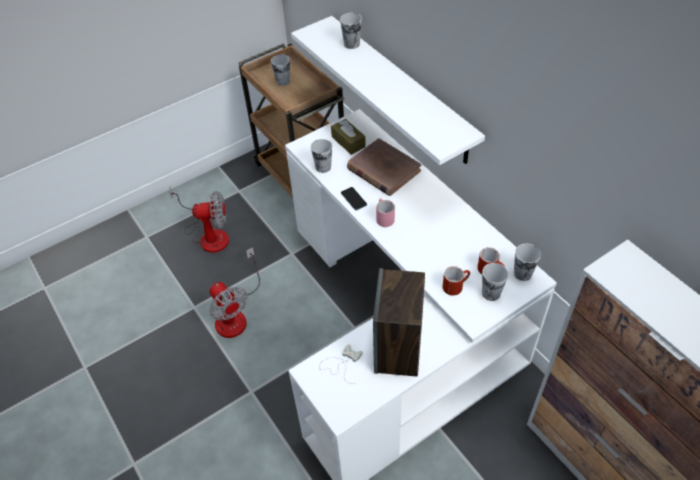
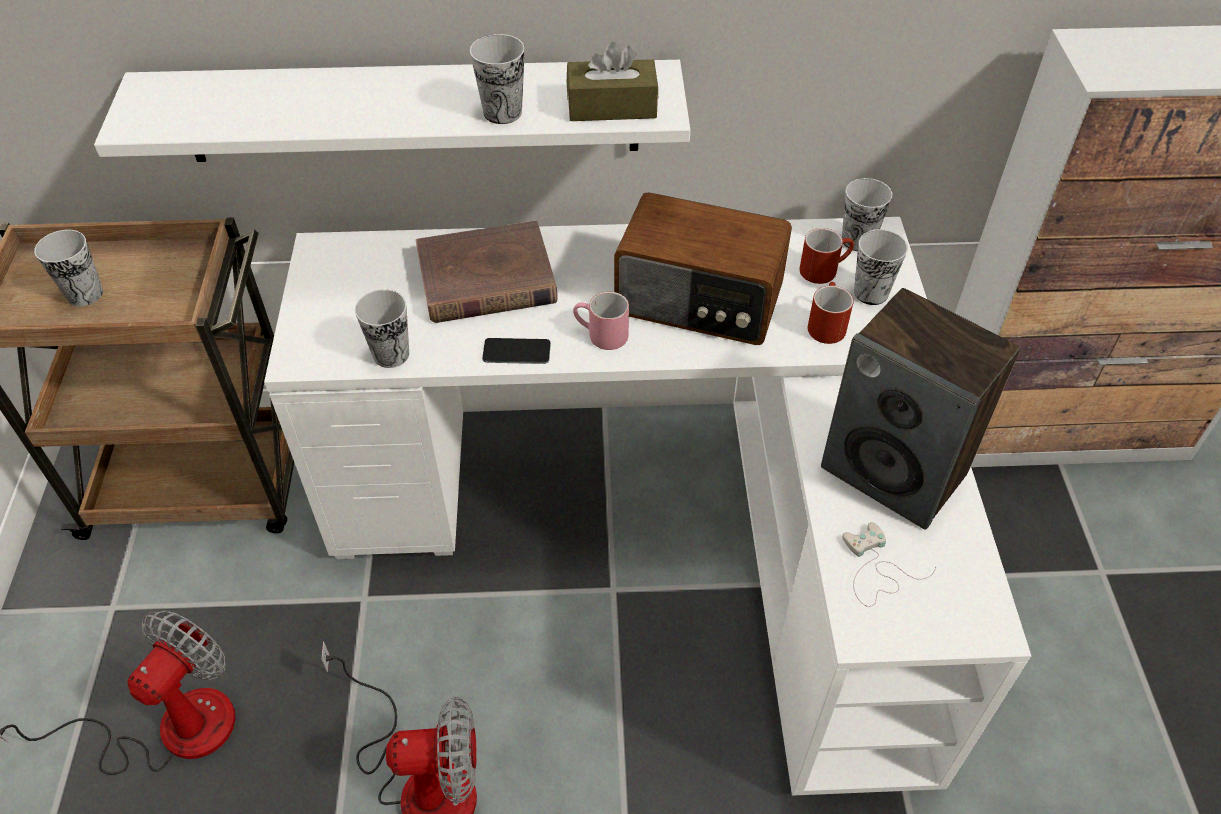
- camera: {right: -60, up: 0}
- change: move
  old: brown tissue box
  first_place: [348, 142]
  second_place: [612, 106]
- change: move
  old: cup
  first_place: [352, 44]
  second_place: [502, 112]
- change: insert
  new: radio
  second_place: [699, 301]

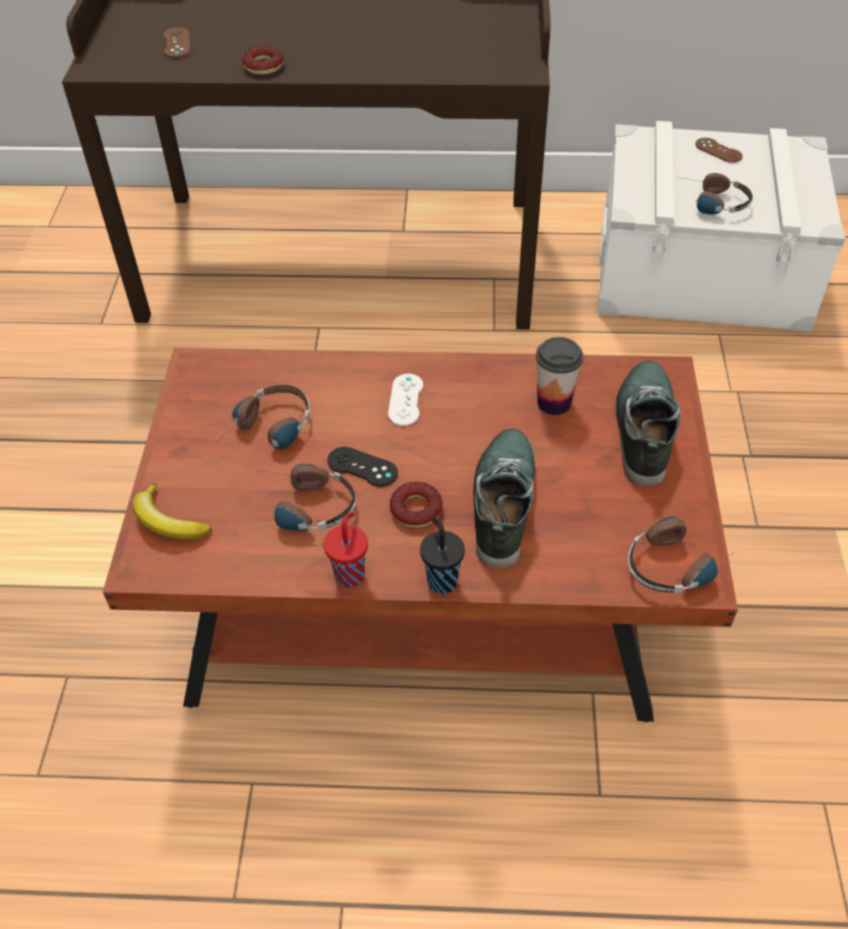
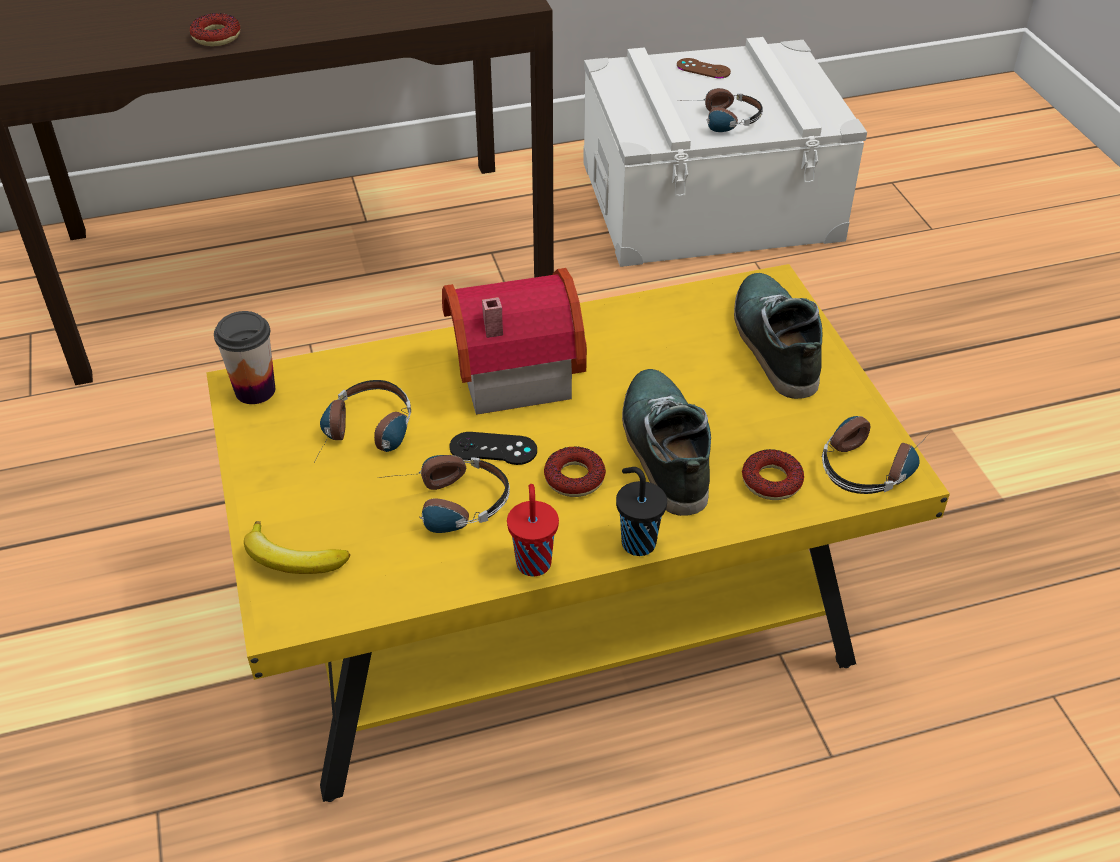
- camera: {right: -20, up: -5}
- change: recolor
  old: brown coffee table
  new: yellow coffee table
  first_place: [424, 600]
  second_place: [557, 608]
- change: delete
  old: brown game controller
  first_place: [177, 43]
- change: replace
  old: white game controller
  new: toy house
  first_place: [405, 400]
  second_place: [508, 369]
- change: move
  old: cup
  first_place: [554, 402]
  second_place: [255, 390]
- change: insert
  new: donut
  second_place: [771, 481]

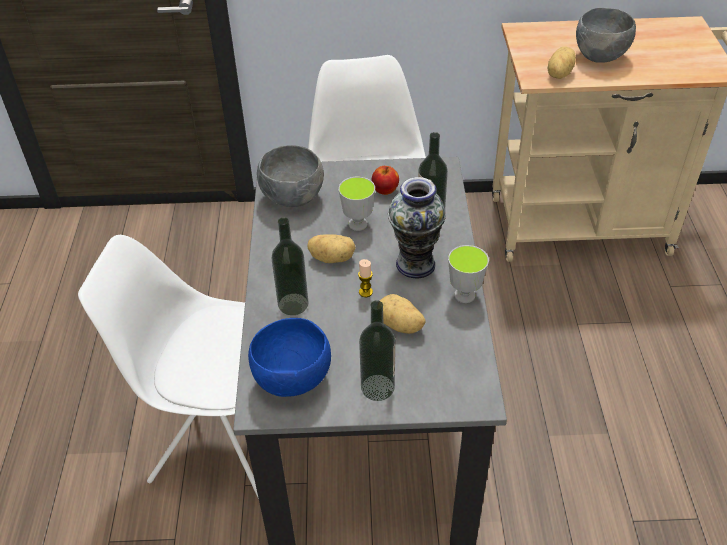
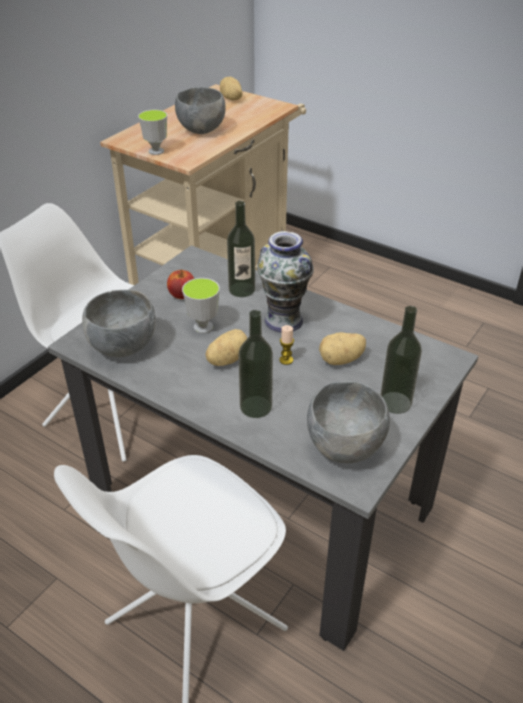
- camera: {right: -55, up: -5}
- change: recolor
  old: blue bowl
  new: grey bowl
  first_place: [294, 380]
  second_place: [345, 446]
- change: move
  old: cup
  first_place: [464, 295]
  second_place: [156, 151]
- change: move
  old: potato
  first_place: [558, 74]
  second_place: [231, 99]

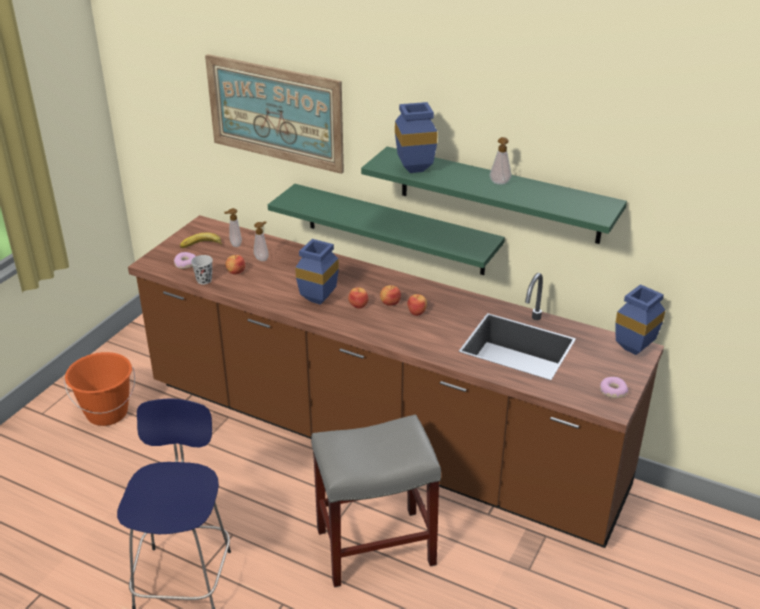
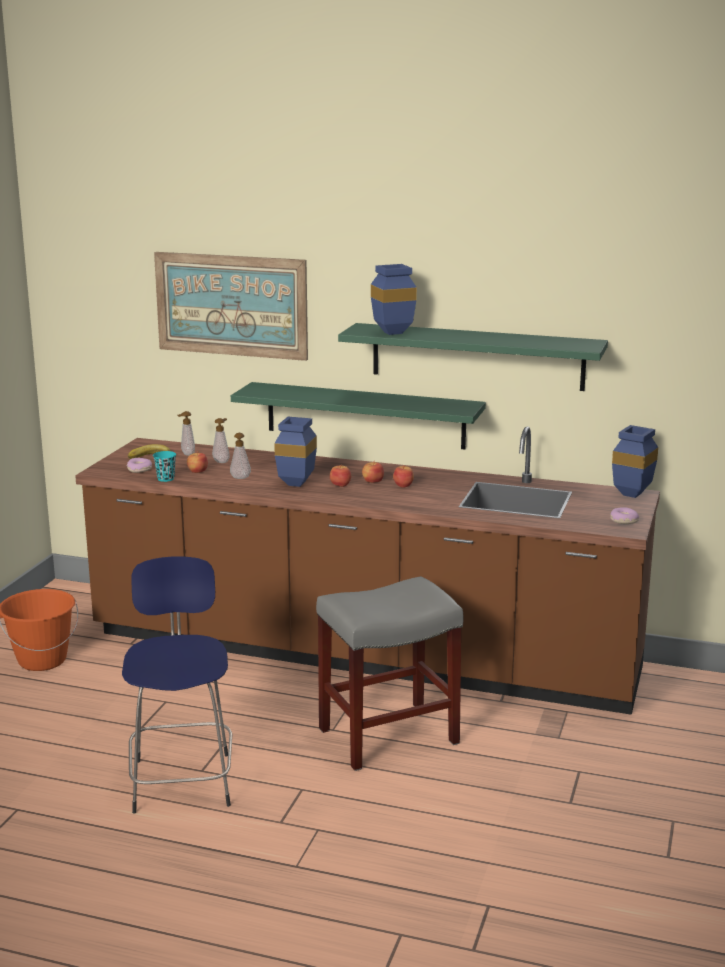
- camera: {right: -10, up: -15}
- change: recolor
  old: black cup
  new: turquoise cup
  first_place: [204, 280]
  second_place: [165, 479]
- change: move
  old: soap dispenser
  first_place: [499, 183]
  second_place: [240, 478]

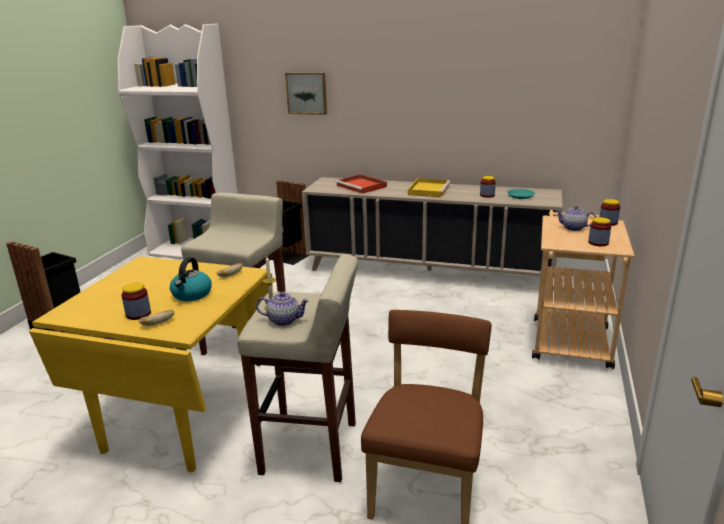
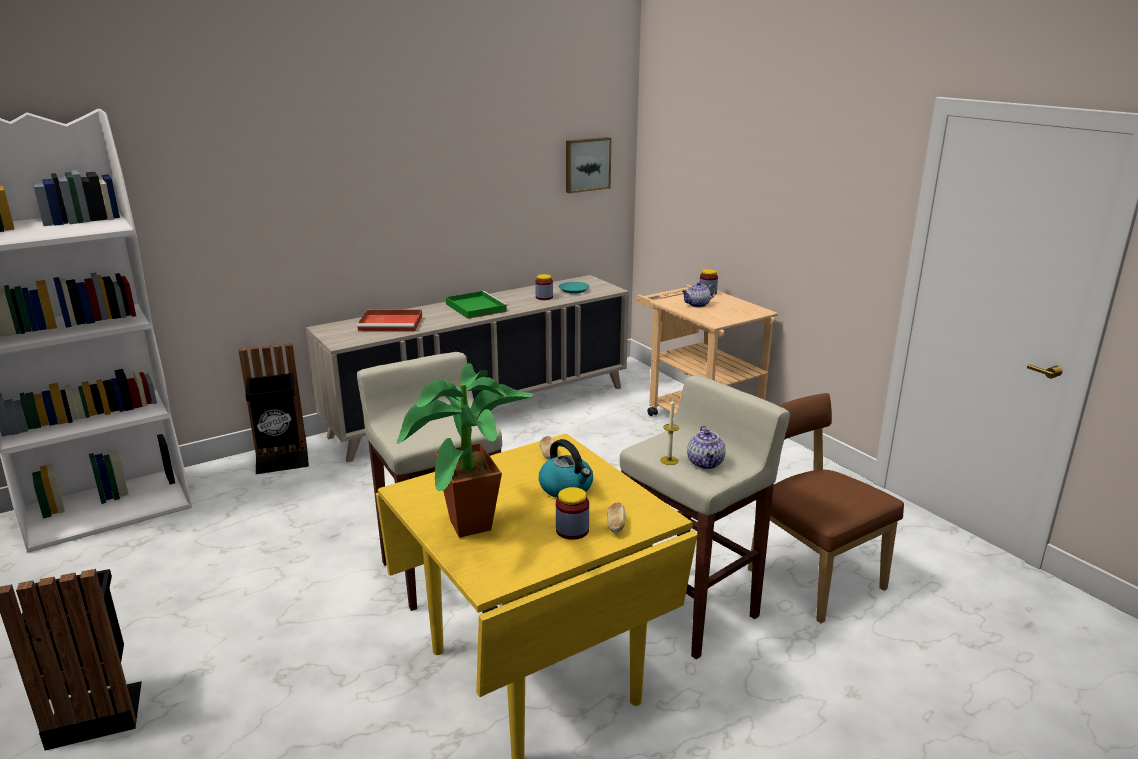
- camera: {right: -50, up: 0}
- change: rotate
  old: teapot
  first_place: [284, 320]
  second_place: [706, 463]
  degrees: 135
- change: move
  old: picture
  first_place: [307, 93]
  second_place: [586, 164]
- change: recolor
  old: yellow tray
  new: green tray
  first_place: [428, 190]
  second_place: [475, 307]
- change: delete
  old: jar
  first_place: [598, 243]
- change: insert
  new: potted plant
  second_place: [468, 531]

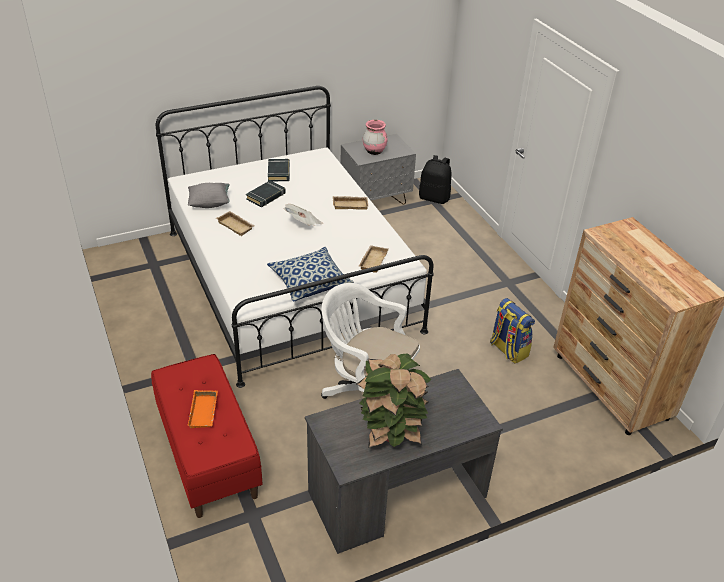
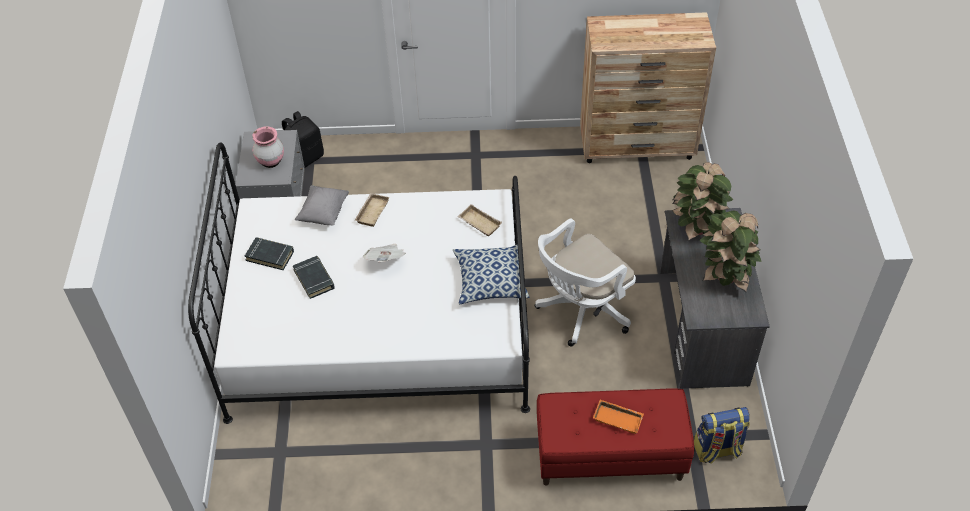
- camera: {right: -65, up: 10}
- change: move
  old: grey pillow
  first_place: [210, 203]
  second_place: [324, 213]
- change: delete
  old: beige tray
  first_place: [236, 225]
- change: move
  old: backpack
  first_place: [508, 350]
  second_place: [717, 450]
- change: insert
  new: potted plant
  second_place: [697, 229]

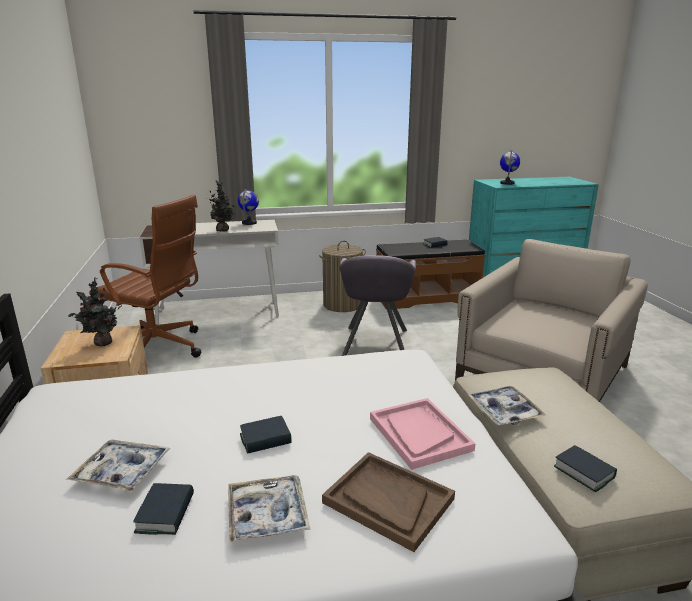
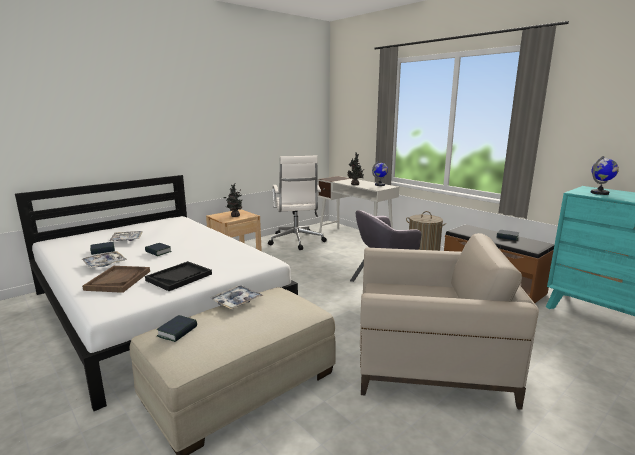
- camera: {right: 60, up: -5}
- change: recolor
  old: brown office chair
  new: white office chair
  first_place: [158, 350]
  second_place: [296, 241]
- change: recolor
  old: pink tray
  new: black tray
  first_place: [419, 434]
  second_place: [179, 277]

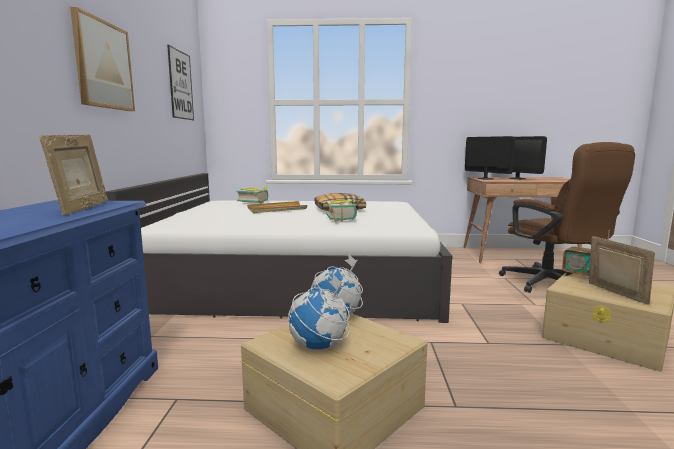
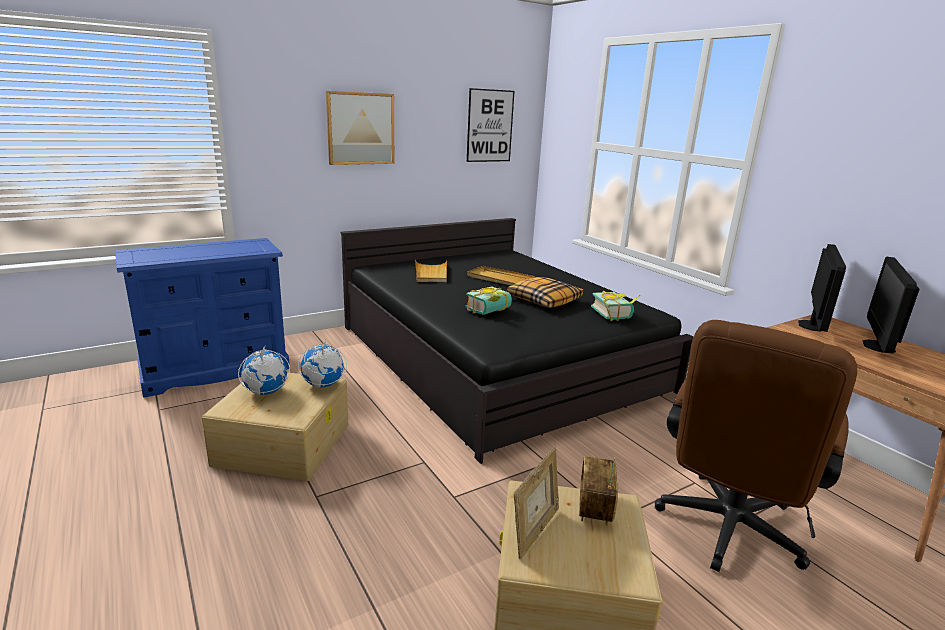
- camera: {right: 55, up: 10}
- change: delete
  old: picture frame
  first_place: [82, 209]
- change: recolor
  old: white bed
  new: black bed
  first_place: [296, 278]
  second_place: [496, 357]
- change: move
  old: book
  first_place: [254, 202]
  second_place: [615, 314]
- change: insert
  new: beige tray
  second_place: [431, 273]

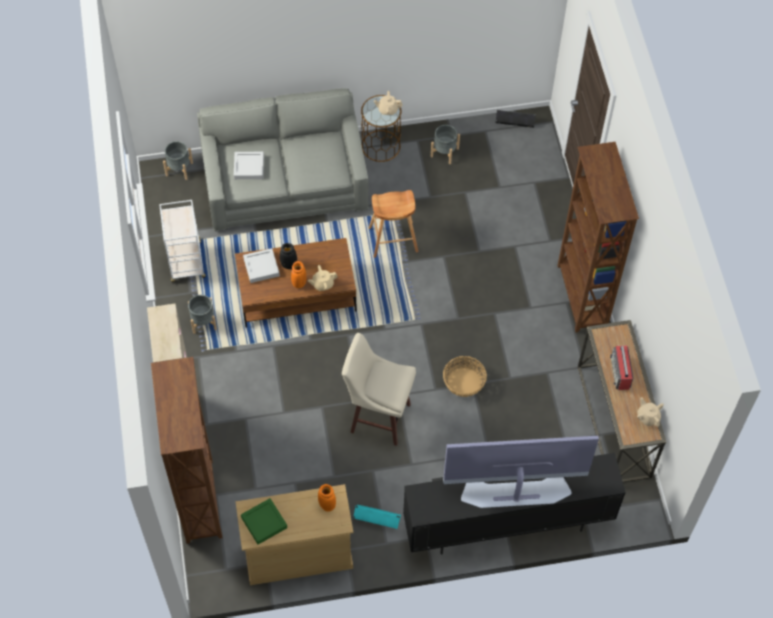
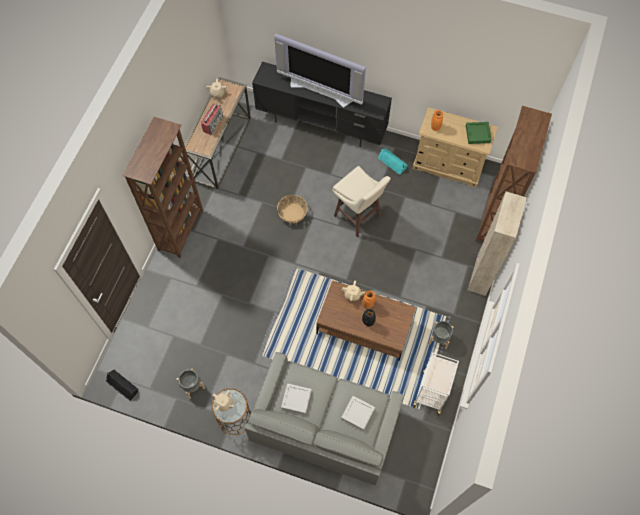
- camera: {right: -150, up: 5}
- change: delete
  old: grey planter
  first_place: [179, 169]
- change: move
  old: grey tray
  first_place: [261, 267]
  second_place: [296, 399]
- change: delete
  old: brown stool
  first_place: [393, 239]

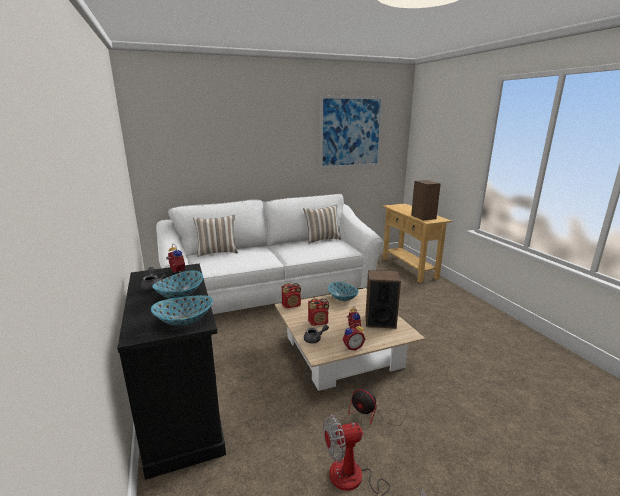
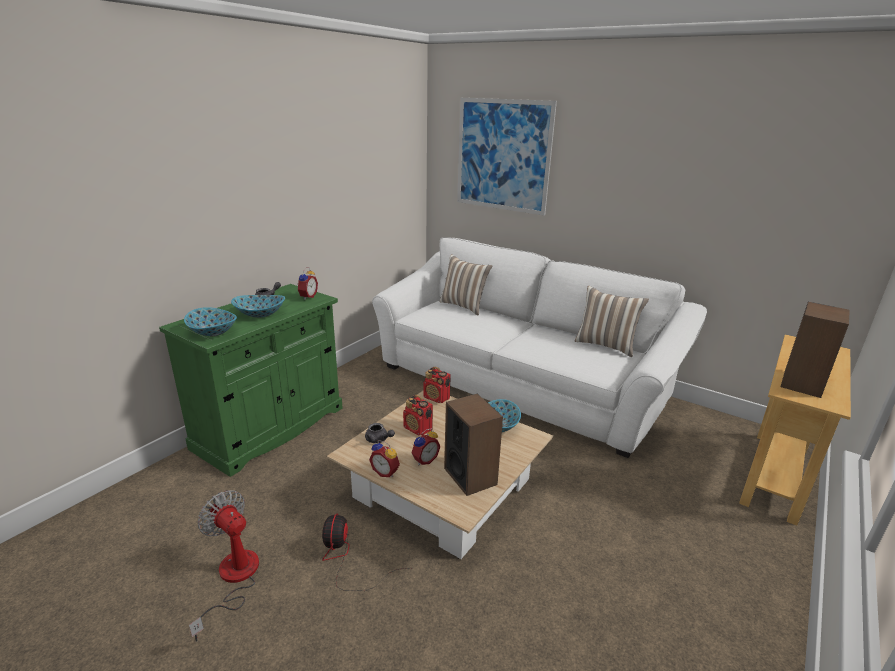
- camera: {right: 55, up: 5}
- change: recolor
  old: black cabinet
  new: green cabinet
  first_place: [183, 409]
  second_place: [270, 428]
- change: move
  old: picture
  first_place: [351, 132]
  second_place: [503, 155]

